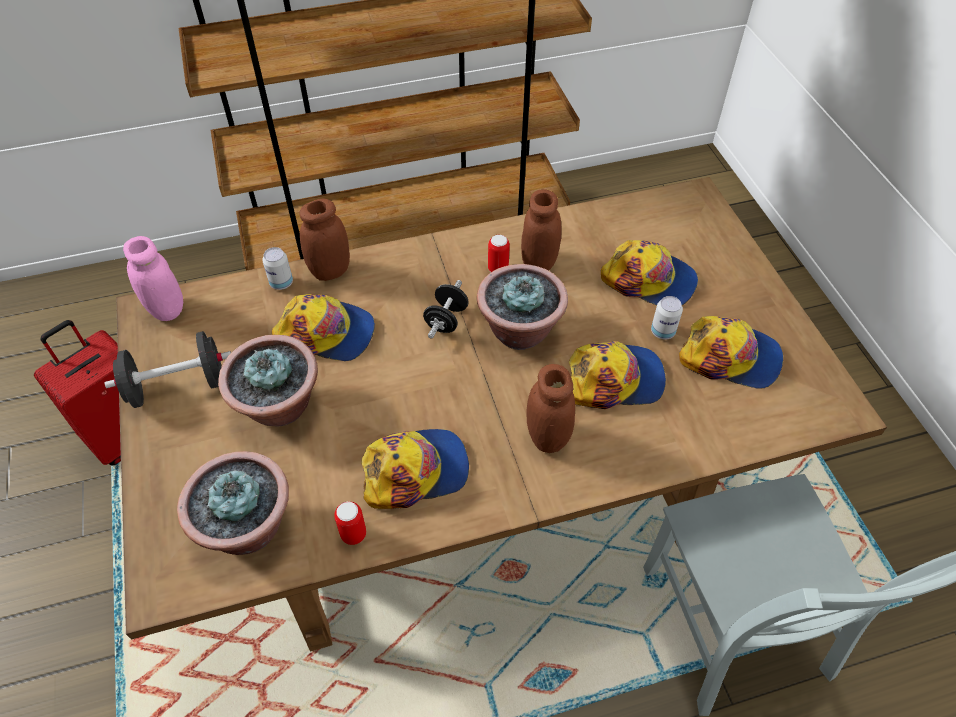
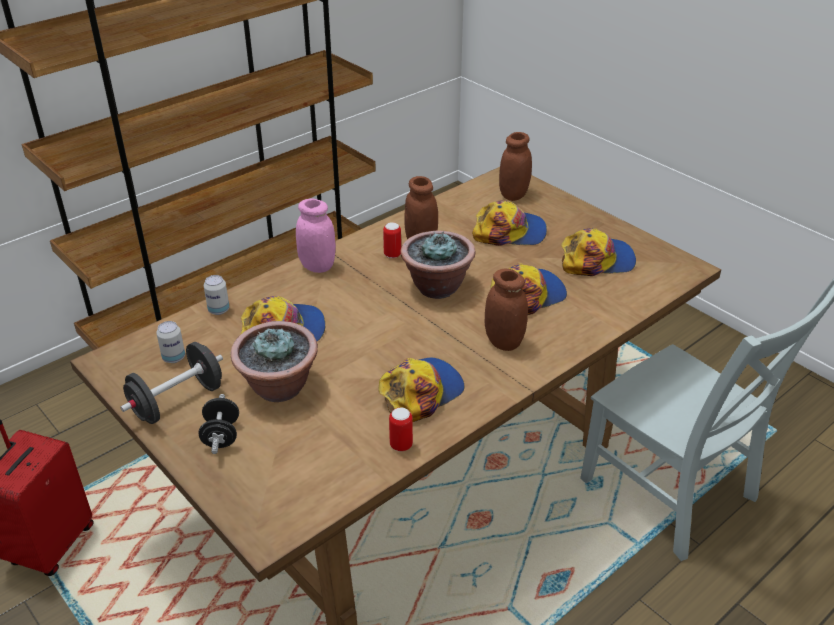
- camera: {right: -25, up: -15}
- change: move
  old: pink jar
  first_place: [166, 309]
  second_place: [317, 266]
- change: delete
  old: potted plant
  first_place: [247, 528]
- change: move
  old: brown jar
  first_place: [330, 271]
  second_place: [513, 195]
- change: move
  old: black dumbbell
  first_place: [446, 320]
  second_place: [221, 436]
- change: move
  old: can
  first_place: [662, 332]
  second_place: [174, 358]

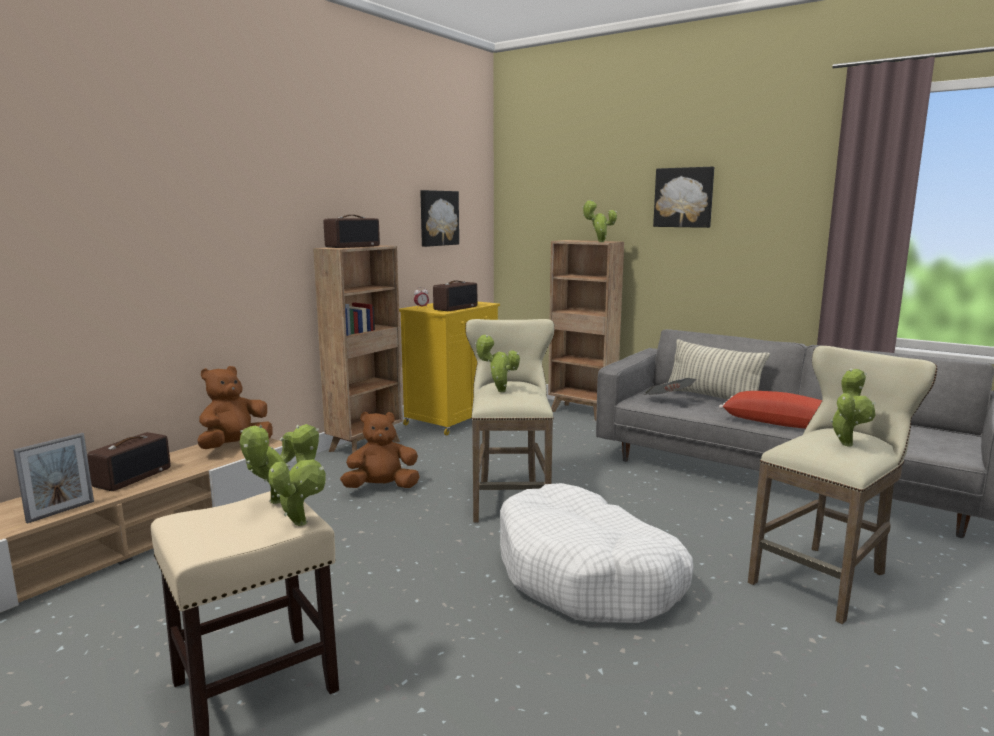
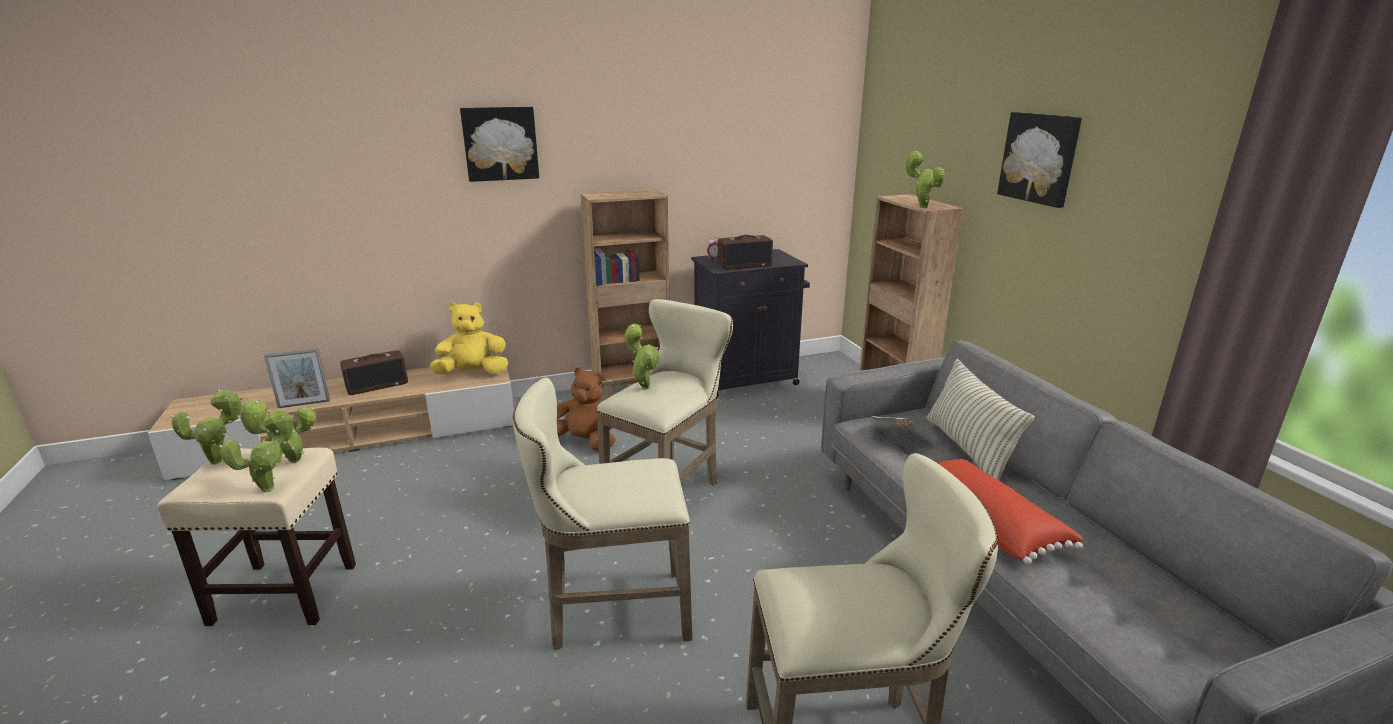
- camera: {right: 35, up: 10}
- change: recolor
  old: brown plush toy
  new: yellow plush toy
  first_place: [234, 446]
  second_place: [473, 373]
- change: delete
  old: radio
  first_place: [352, 246]
- change: recolor
  old: yellow cabinet
  new: black cabinet
  first_place: [453, 419]
  second_place: [747, 379]
- change: move
  old: picture
  first_place: [438, 218]
  second_place: [500, 143]
- change: replace
  old: white dog bed
  new: beige stool
  first_place: [587, 575]
  second_place: [611, 613]
- change: move
  old: potted plant
  first_place: [846, 443]
  second_place: [220, 460]

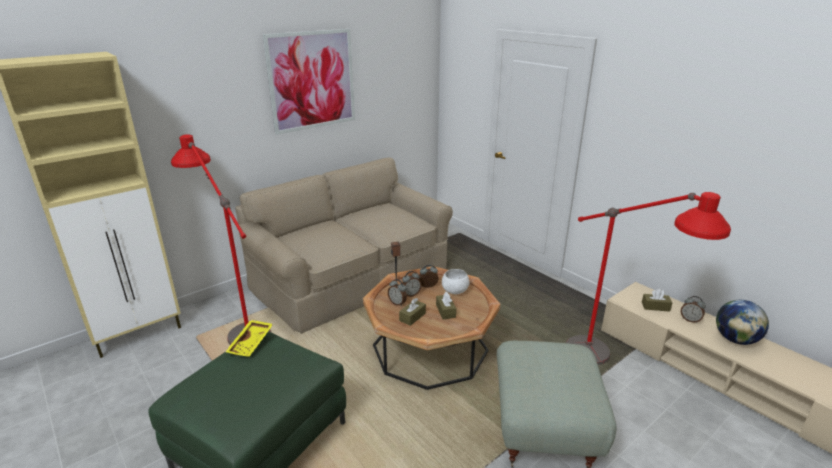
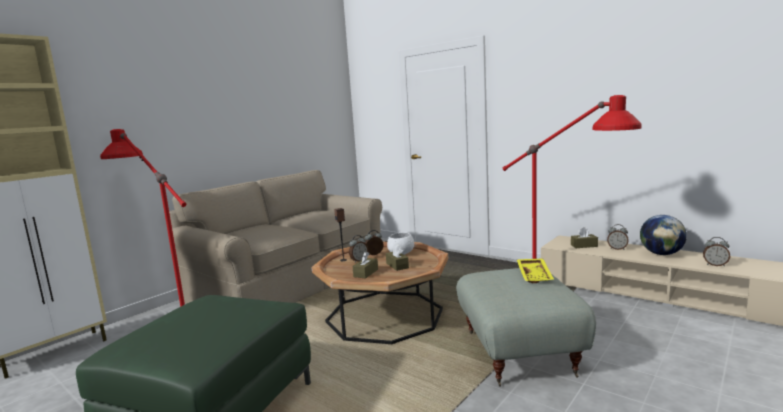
- camera: {right: -10, up: -15}
- change: move
  old: yellow tray
  first_place: [251, 343]
  second_place: [535, 275]
- change: delete
  old: picture
  first_place: [312, 80]
- change: move
  old: alarm clock
  first_place: [397, 303]
  second_place: [715, 265]

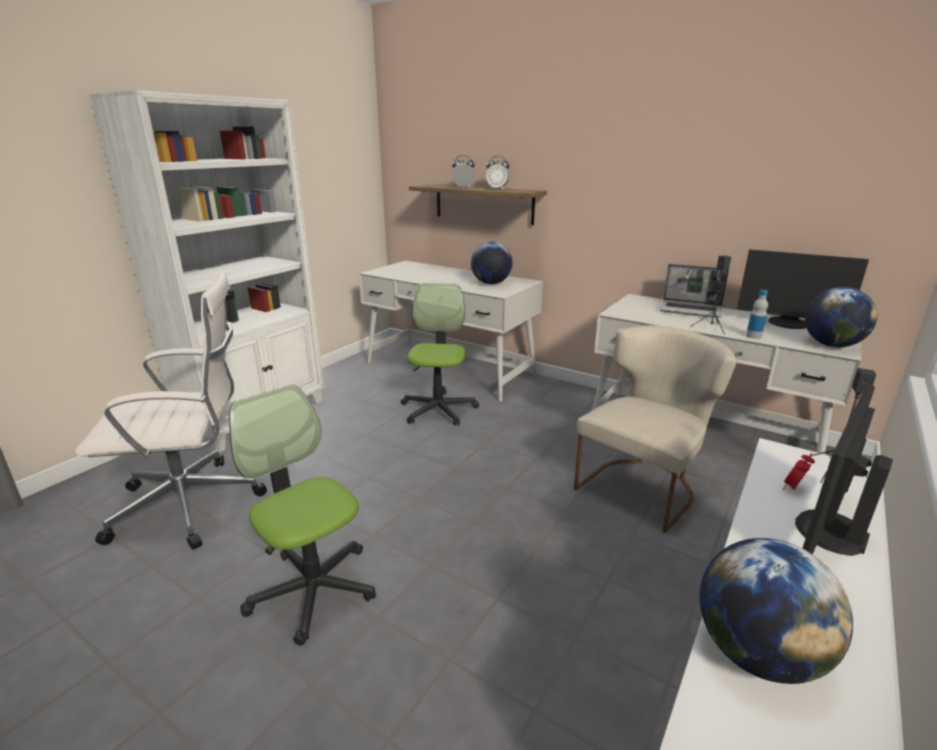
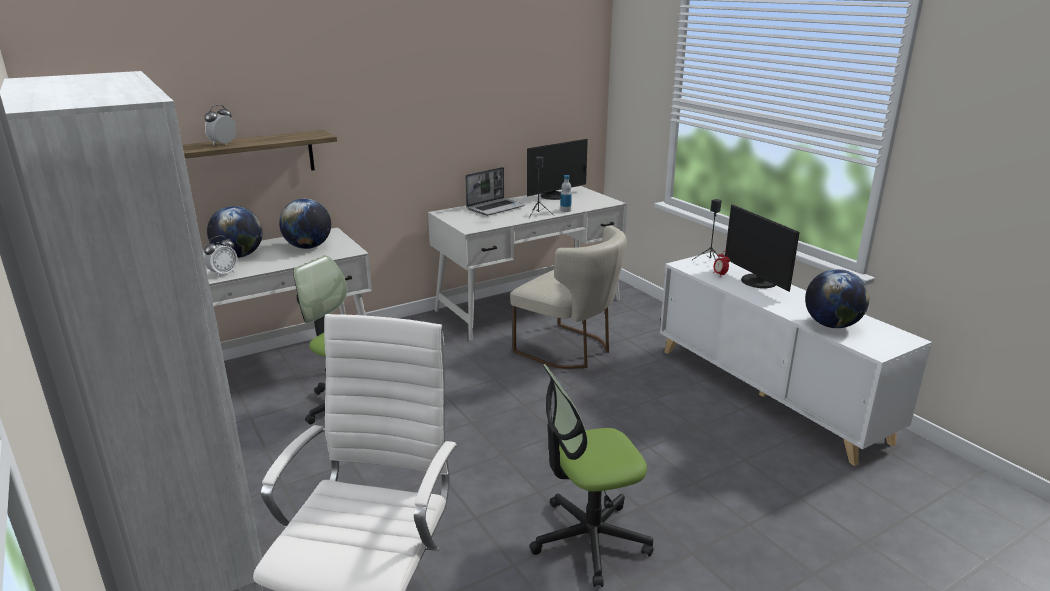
- camera: {right: -65, up: 0}
- change: move
  old: alarm clock
  first_place: [497, 189]
  second_place: [223, 274]
- change: rotate
  old: beige chair
  first_place: [642, 486]
  second_place: [570, 350]
  degrees: 150
- change: move
  old: globe
  first_place: [831, 345]
  second_place: [239, 256]

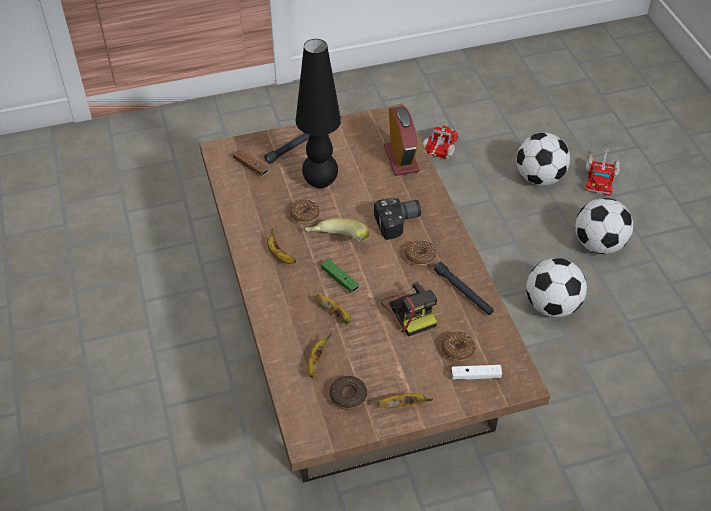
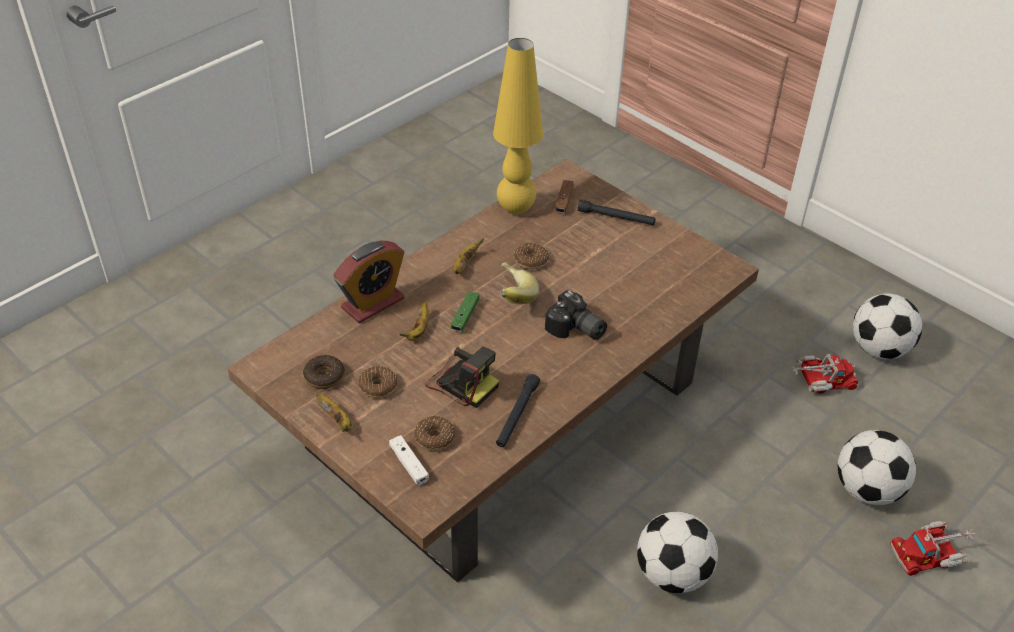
- camera: {right: 60, up: -5}
- change: delete
  old: black table lamp
  first_place: [320, 182]
- change: delete
  old: banana
  first_place: [316, 362]
- change: rotate
  old: photo camera
  first_place: [410, 311]
  second_place: [461, 382]
  degrees: -90
- change: move
  old: alarm clock
  first_place: [401, 159]
  second_place: [373, 303]
- change: move
  old: donut
  first_place: [420, 256]
  second_place: [378, 386]
- change: move
  old: football
  first_place: [598, 244]
  second_place: [879, 349]
- change: insert
  new: yellow table lamp
  second_place: [516, 208]

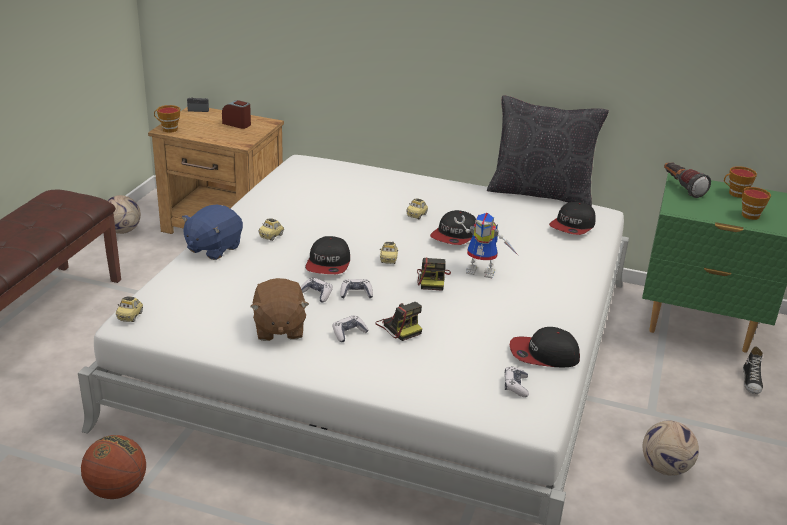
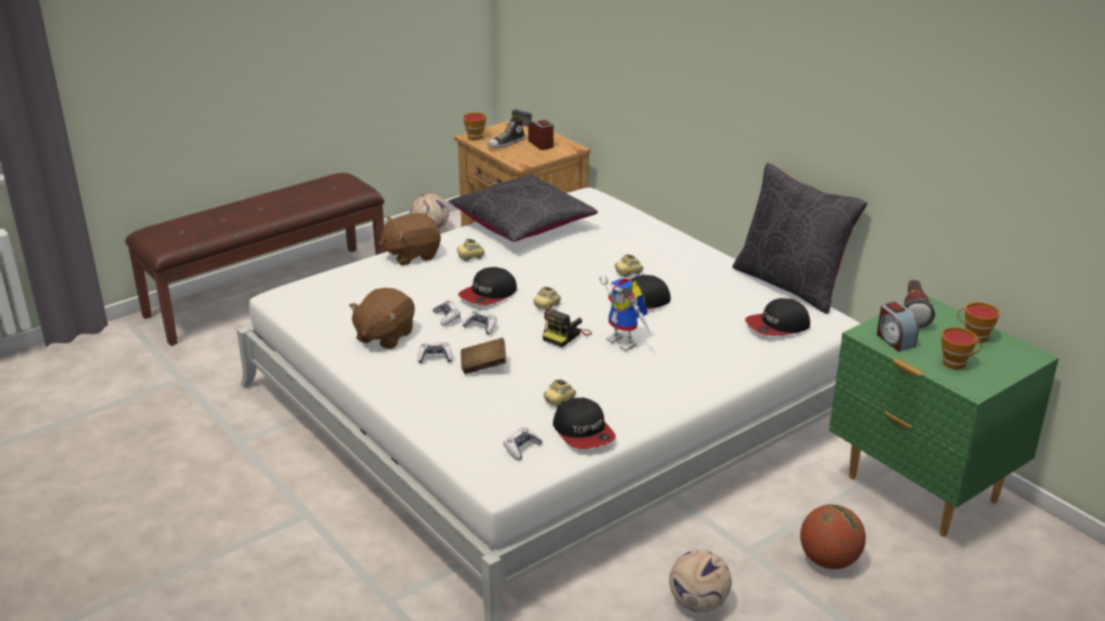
- camera: {right: 35, up: 0}
- change: move
  old: basketball
  first_place: [117, 490]
  second_place: [829, 561]
- change: move
  old: toy car
  first_place: [130, 316]
  second_place: [560, 401]
- change: recolor
  old: blue plush toy
  new: brown plush toy
  first_place: [213, 248]
  second_place: [411, 255]
- change: replace
  old: photo camera
  new: brown book
  first_place: [399, 327]
  second_place: [483, 366]
- change: rotate
  old: cap
  first_place: [543, 355]
  second_place: [583, 432]
  degrees: -150
- change: move
  old: shoe
  first_place: [752, 381]
  second_place: [506, 143]
- change: insert
  new: black pillow
  second_place: [522, 224]
- change: insert
  new: alarm clock
  second_place: [894, 340]

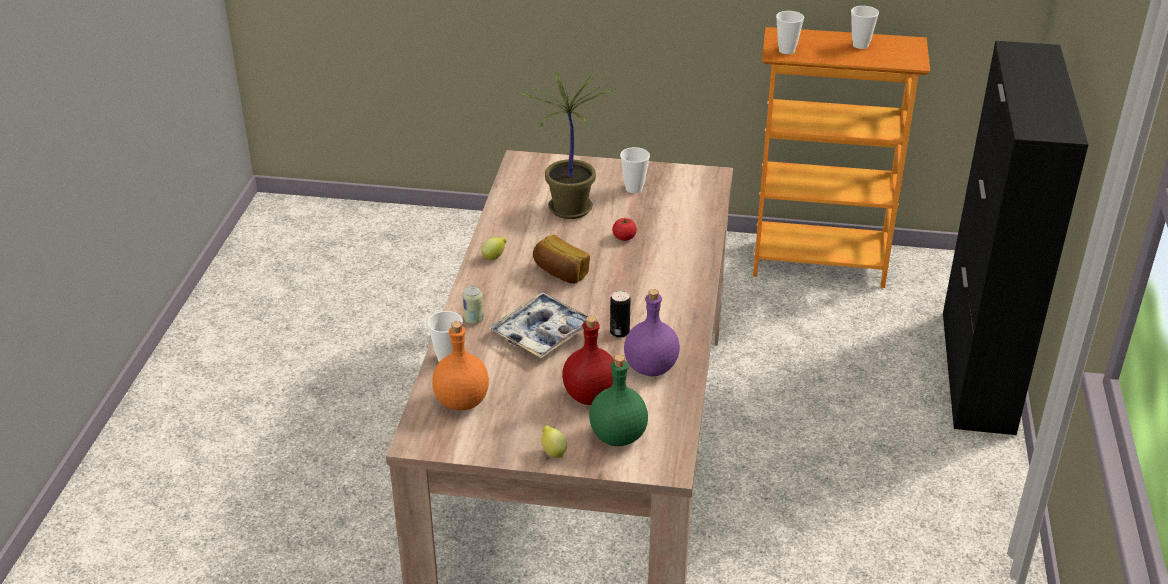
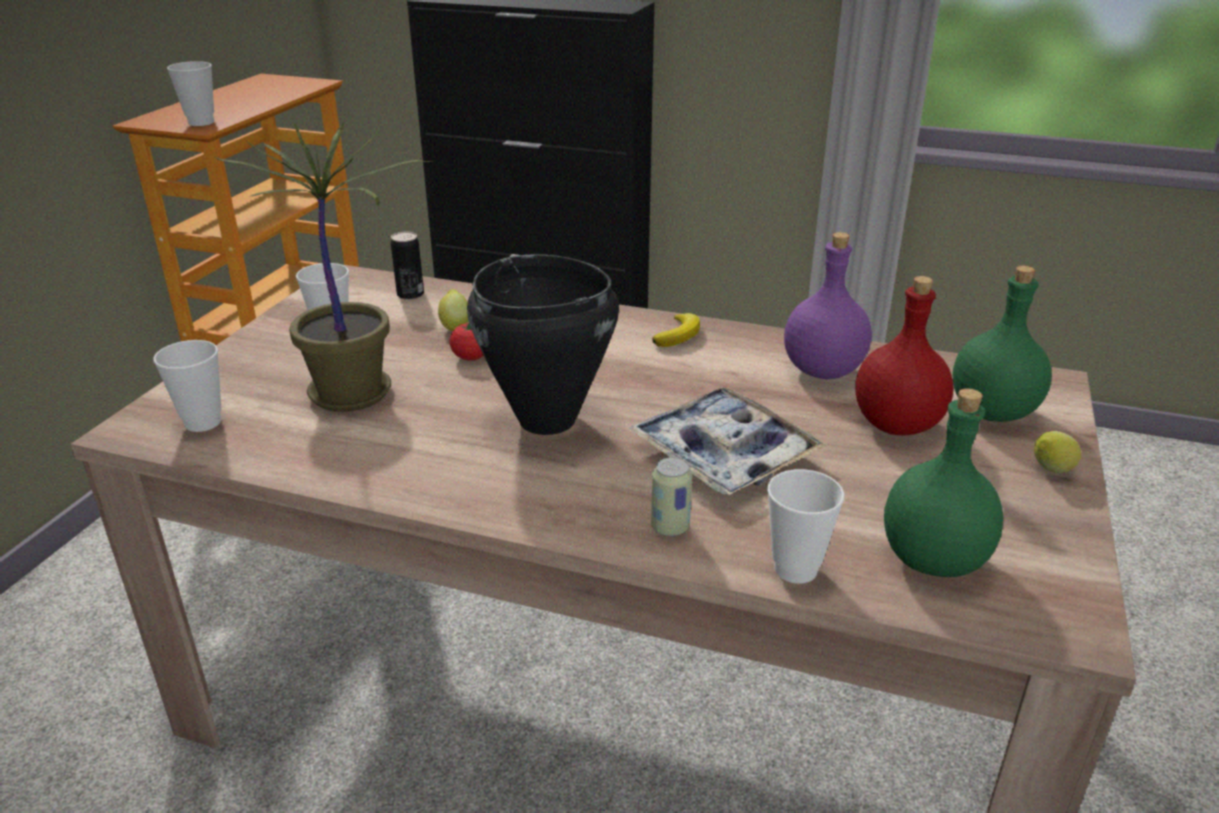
- camera: {right: -80, up: -5}
- change: recolor
  old: orange bottle
  new: green bottle
  first_place: [461, 402]
  second_place: [935, 560]
- change: move
  old: lemon
  first_place: [494, 257]
  second_place: [455, 326]
- change: replace
  old: bread
  new: black cooking pot
  first_place: [560, 272]
  second_place: [547, 421]
- change: move
  old: can
  first_place: [619, 332]
  second_place: [410, 294]
- change: move
  old: cup
  first_place: [860, 45]
  second_place: [203, 422]
- change: insert
  new: banana
  second_place: [679, 334]

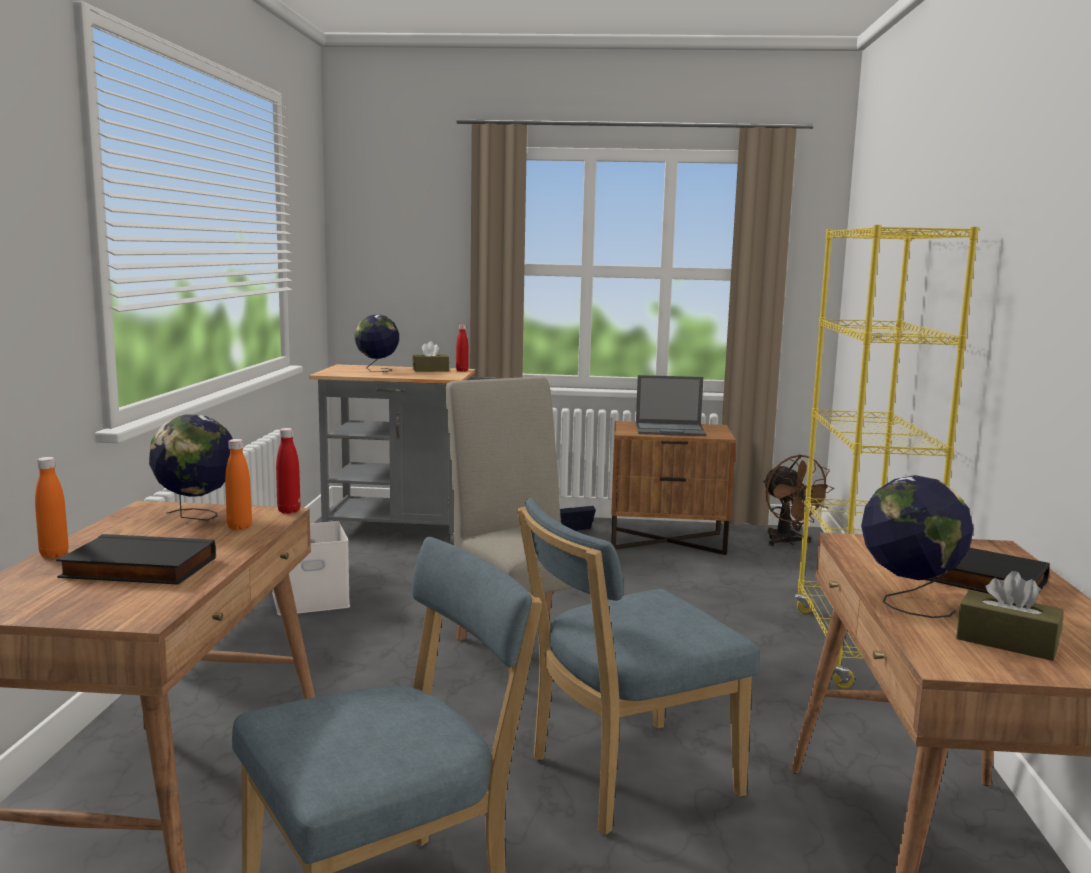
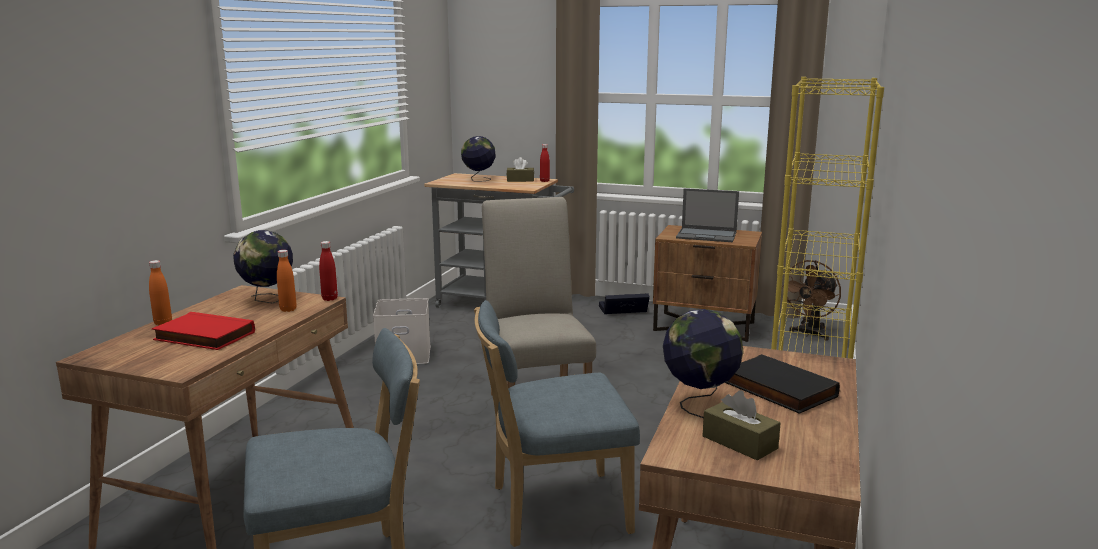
- camera: {right: 15, up: 5}
- change: recolor
  old: black book
  new: red book
  first_place: [137, 569]
  second_place: [202, 337]
- change: rotate
  old: brown fan
  first_place: [788, 542]
  second_place: [809, 334]
  degrees: 45

